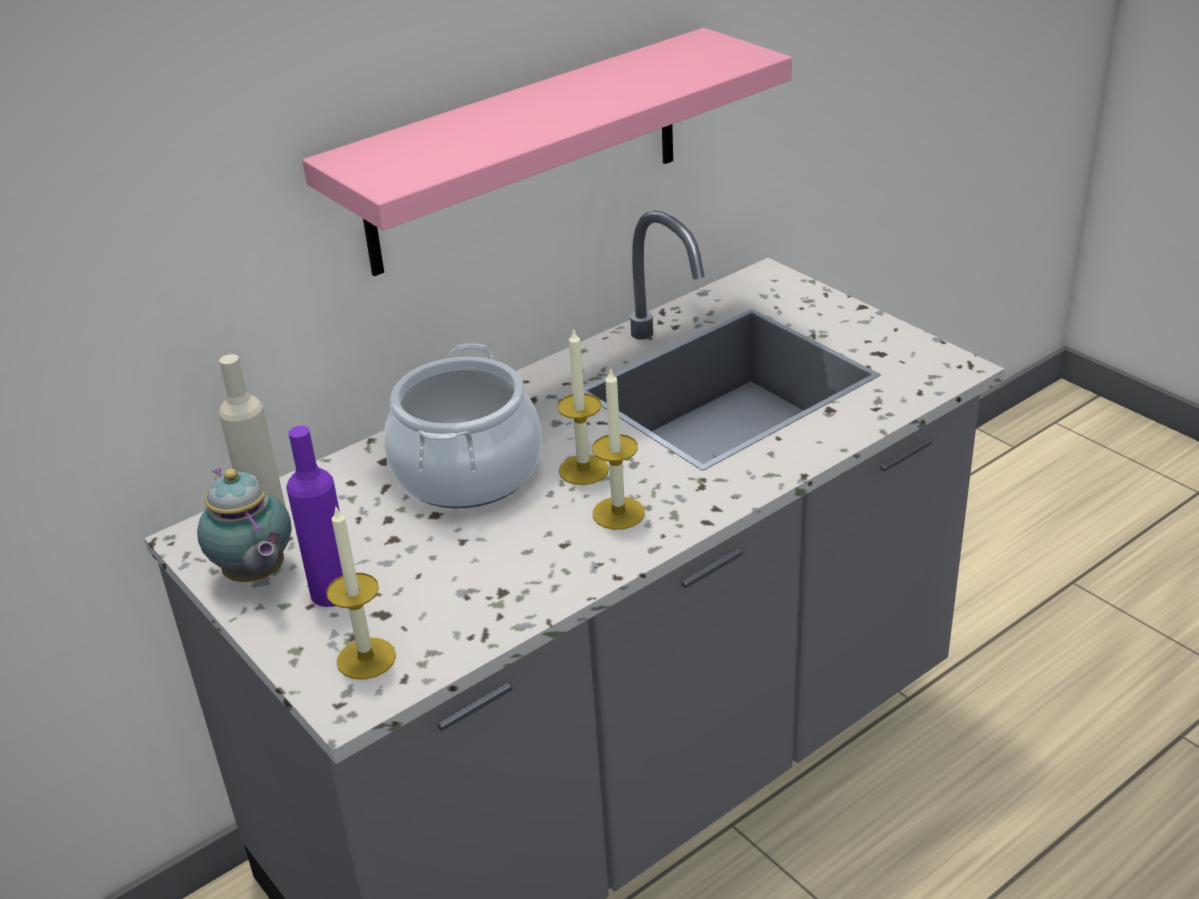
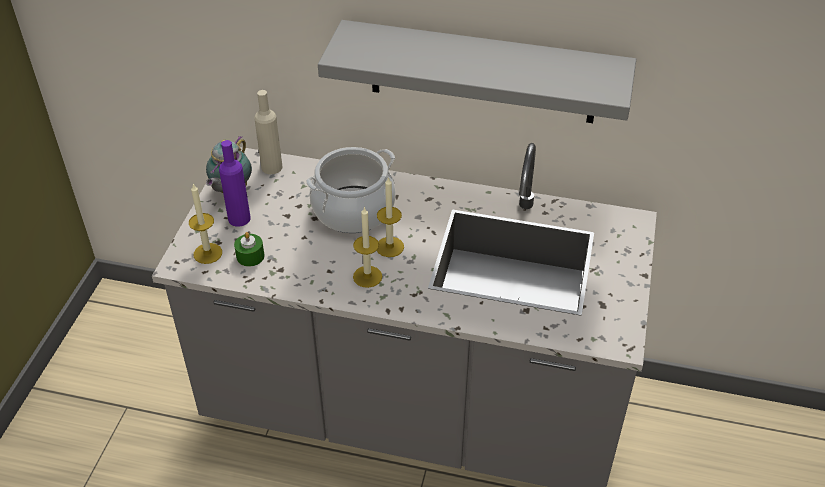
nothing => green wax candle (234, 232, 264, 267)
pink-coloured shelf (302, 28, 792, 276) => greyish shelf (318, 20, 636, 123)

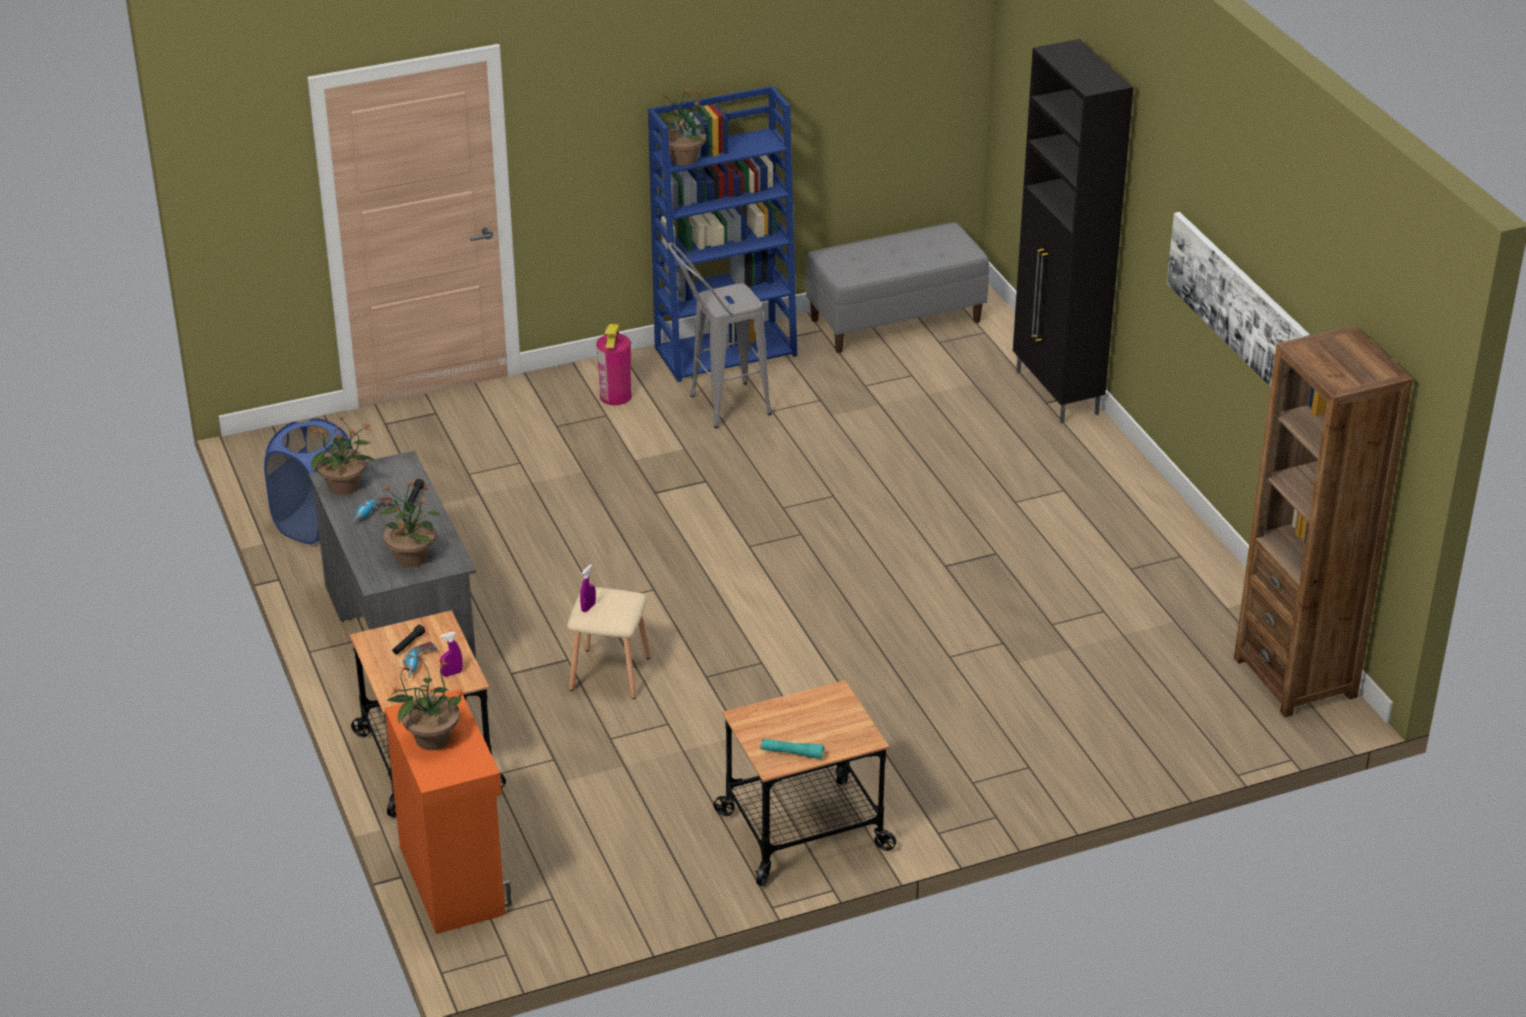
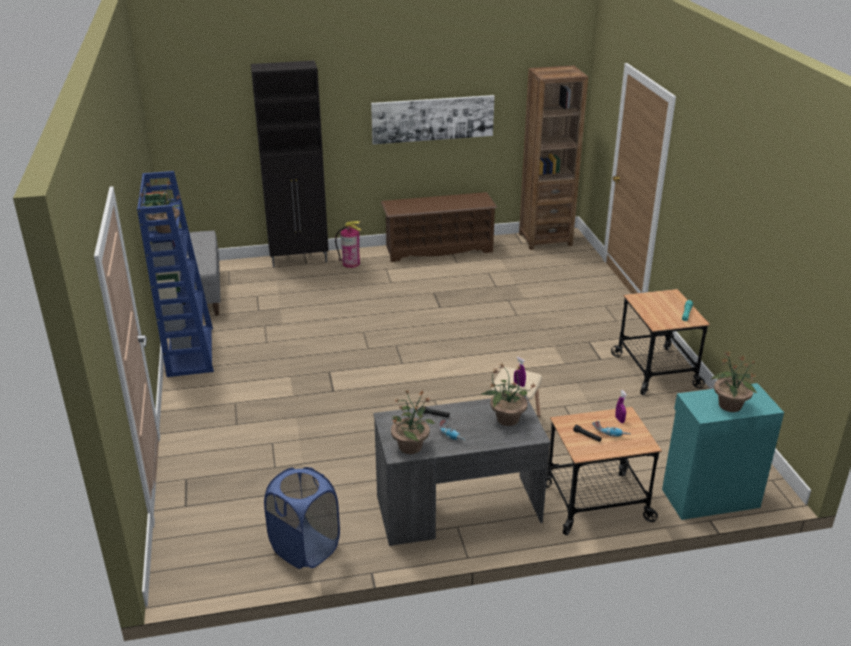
extinguisher (596, 324, 632, 405) => extinguisher (335, 221, 362, 268), move
nothing => brownish shoe shelf (381, 192, 497, 262)
orange-coloured cupboard (384, 689, 512, 934) => turquoise cupboard (662, 383, 784, 520)
greyish stool seat (668, 243, 772, 428) => nothing

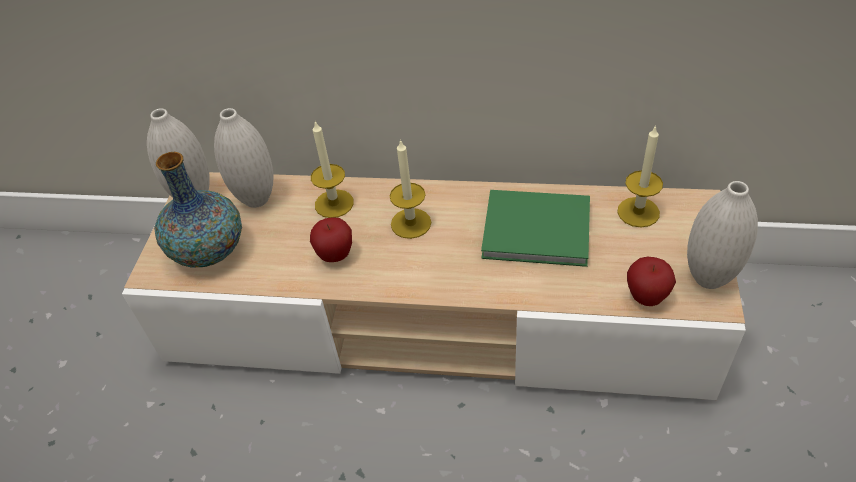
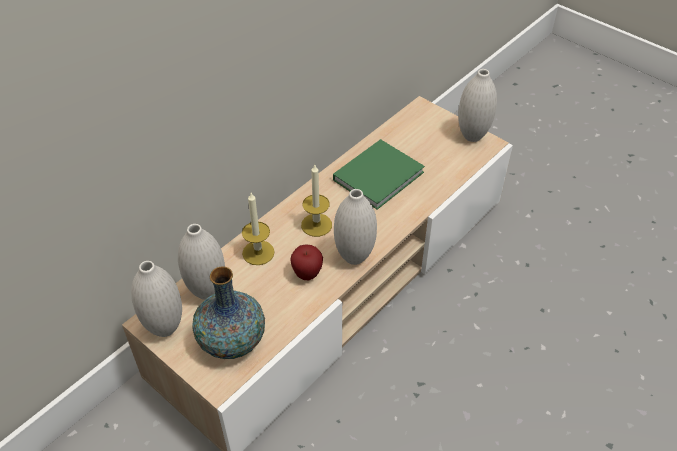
nothing => whitish vase (334, 189, 377, 265)
wax candle (617, 125, 663, 228) => nothing
apple (627, 257, 676, 306) => nothing

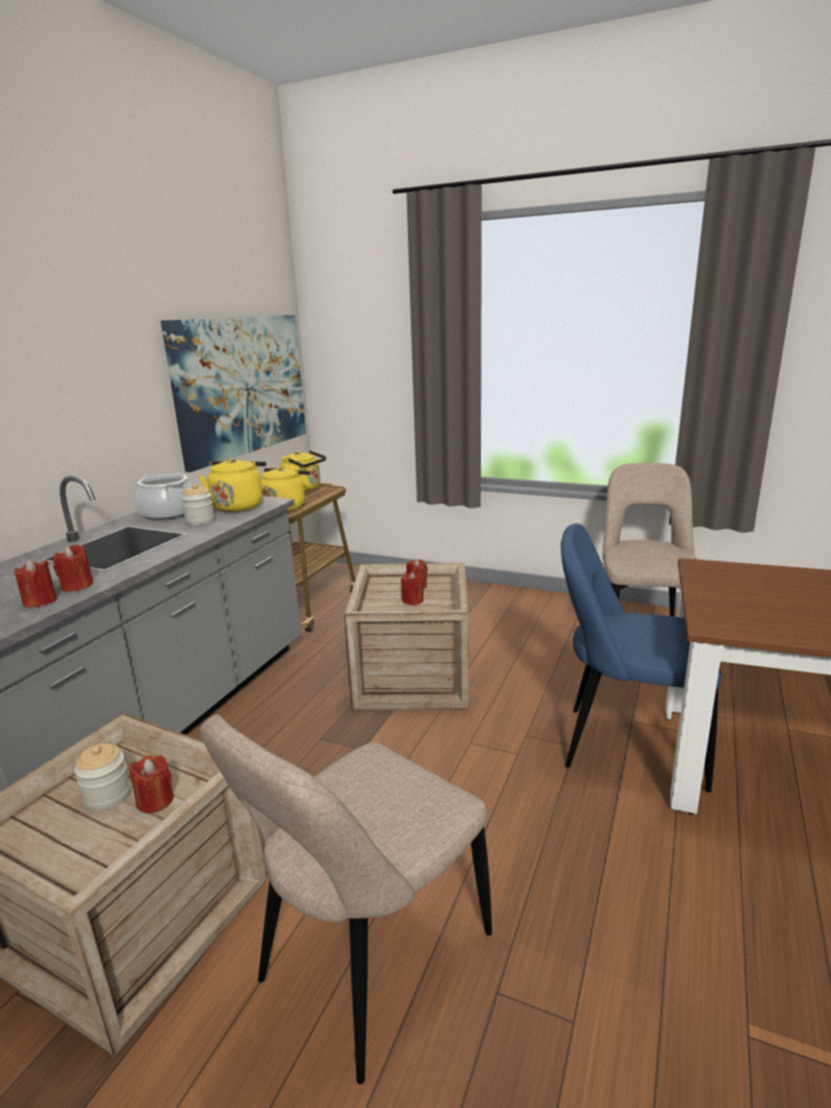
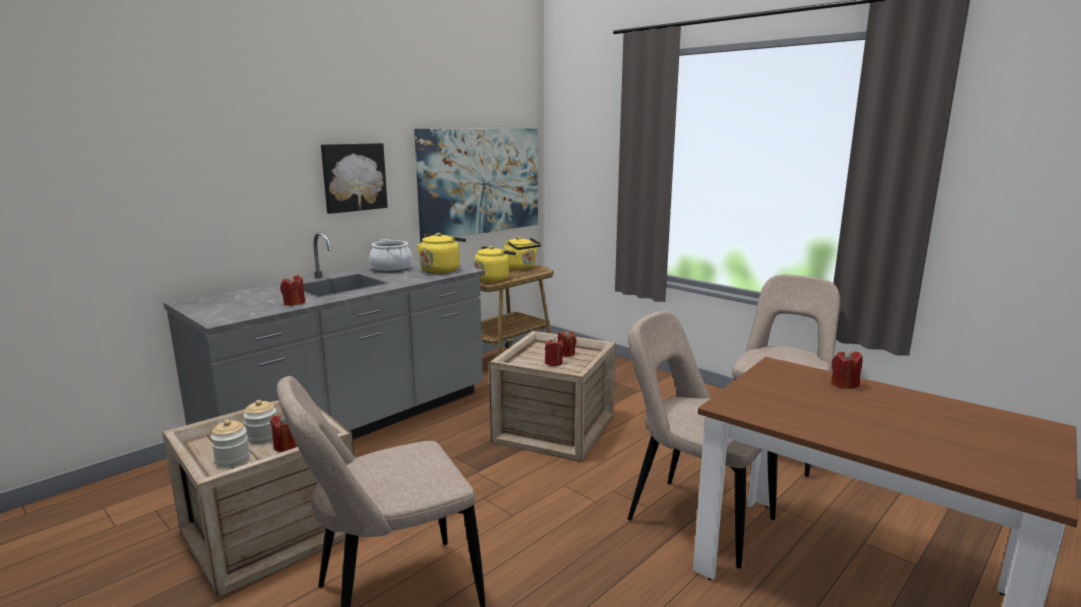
jar (181, 483, 215, 525) => jar (211, 419, 250, 467), move
nothing => wall art (321, 143, 388, 214)
blue plain chair (561, 523, 721, 792) => beige-coloured plain chair (628, 311, 778, 568)
reddish wax candle (14, 559, 57, 608) => reddish wax candle (831, 349, 862, 389), move

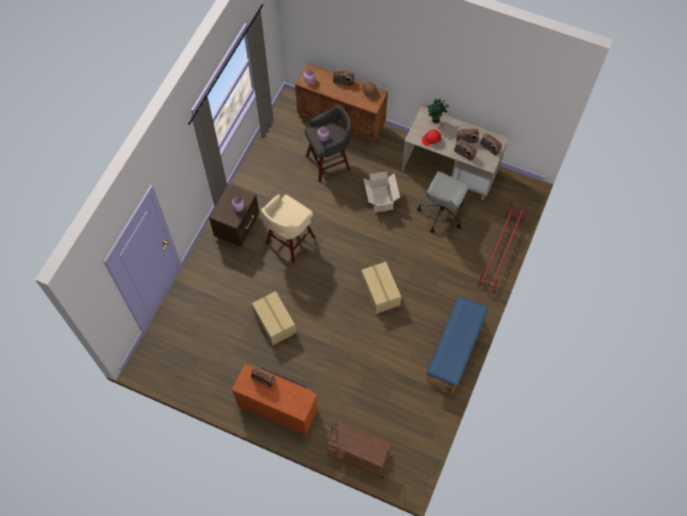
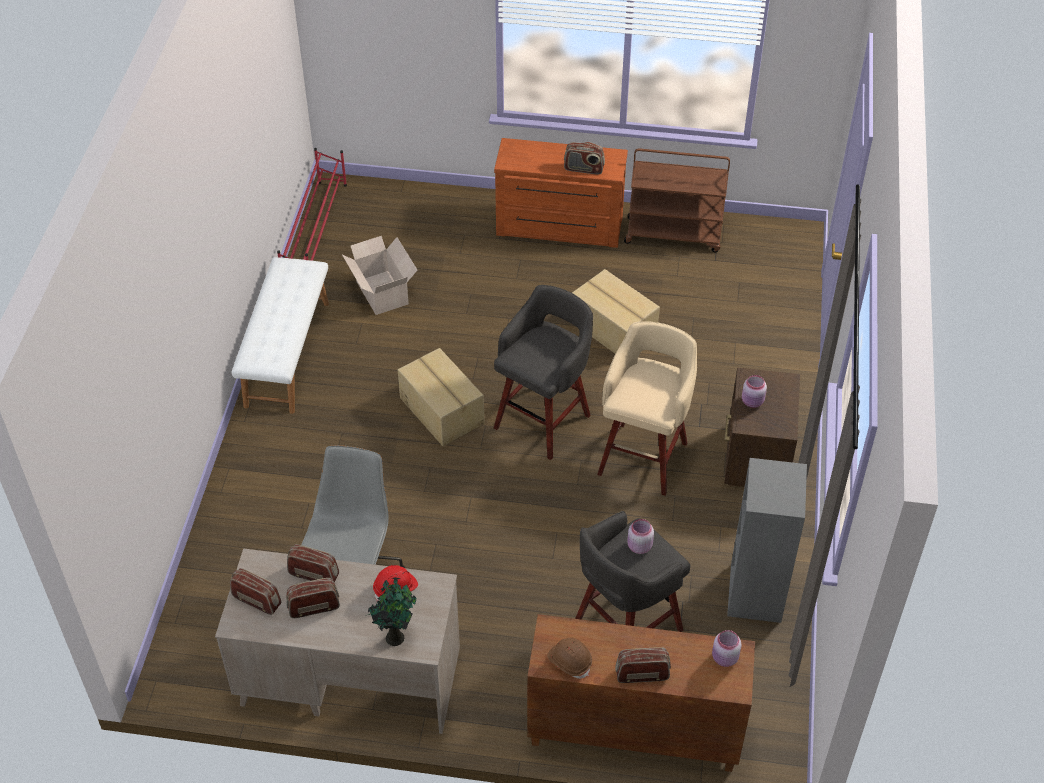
blue indoor bench (427, 296, 489, 393) => whitish indoor bench (232, 257, 329, 414)
reddish shoe shelf (478, 203, 527, 293) => reddish shoe shelf (277, 148, 347, 261), move
cardboard box (363, 171, 400, 212) => cardboard box (342, 236, 417, 315), move
nothing => greyish stool seat (494, 285, 593, 460)
brownish cart (327, 421, 392, 479) => brownish cart (624, 148, 730, 252), move
nothing => greyish bookcase (727, 458, 807, 623)

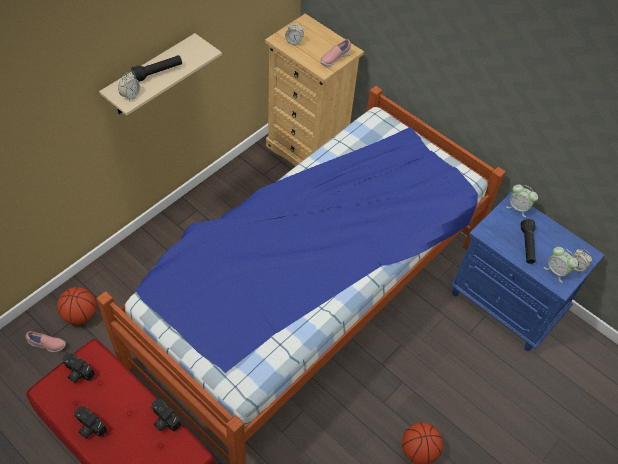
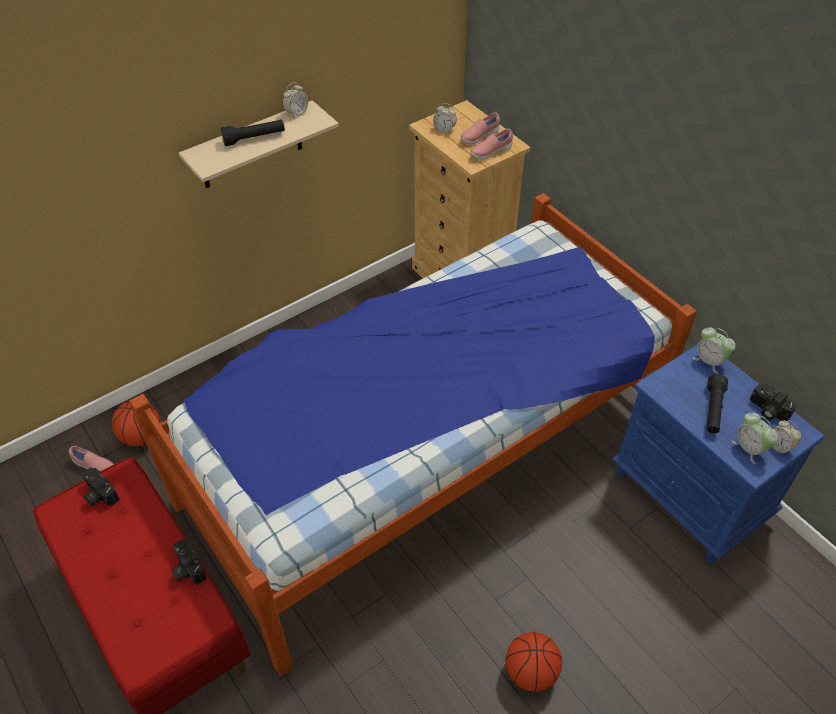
bedside clock (118, 72, 140, 102) => bedside clock (282, 82, 308, 117), move
nothing => pink-coloured item of footwear (460, 112, 500, 145)
still camera (74, 406, 107, 439) => still camera (750, 383, 797, 421), move

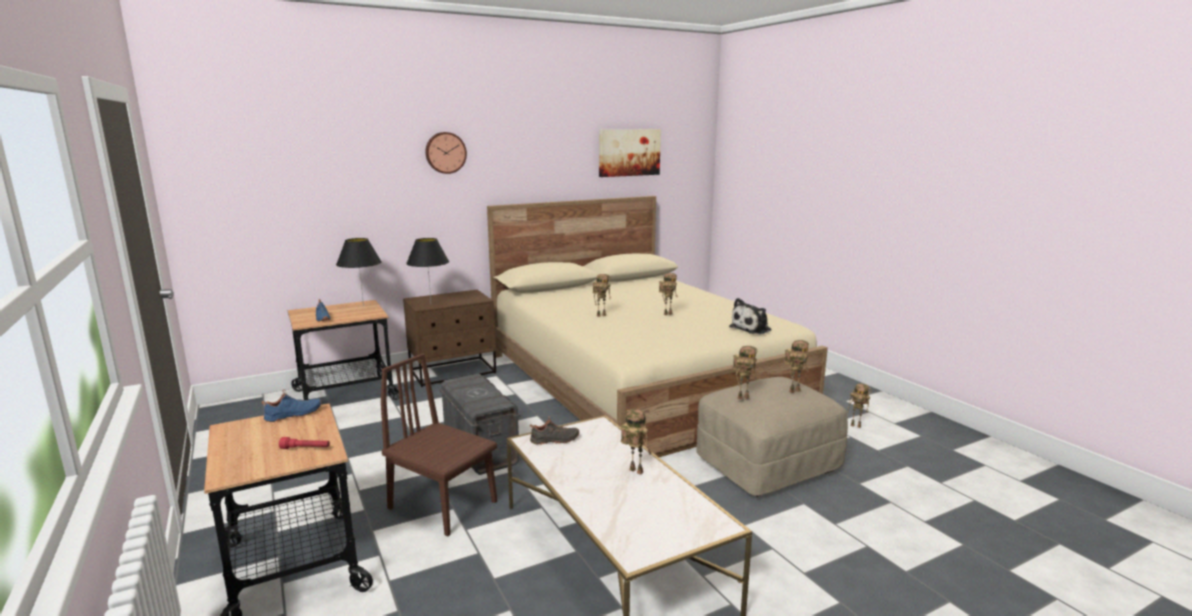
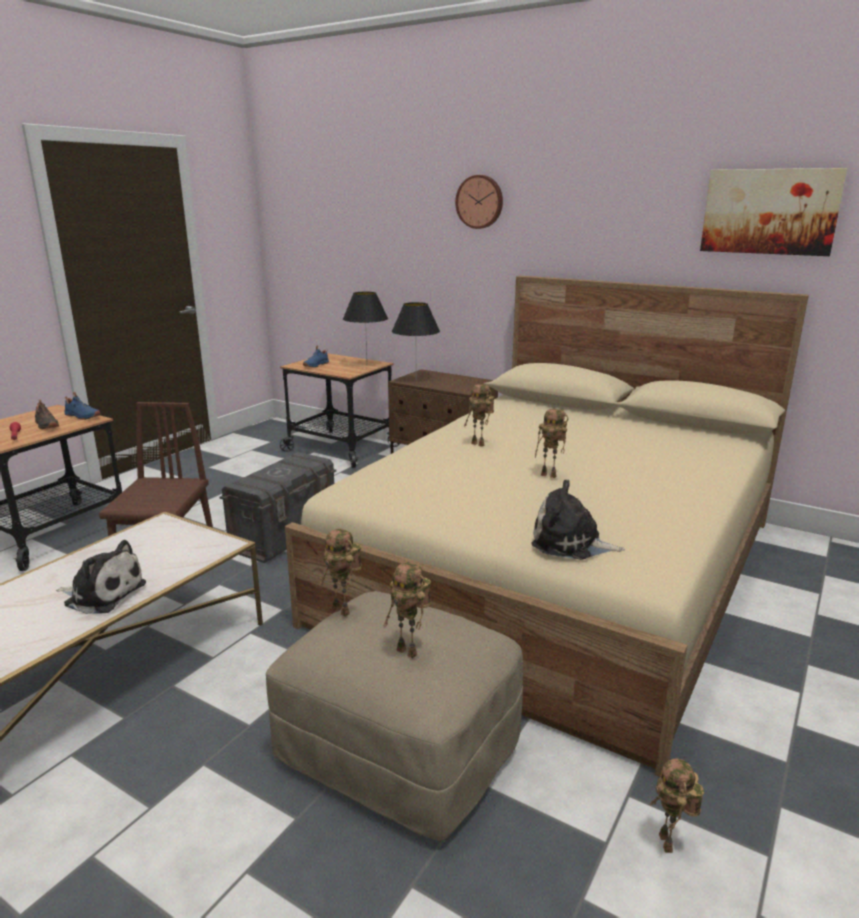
black-coloured item of footwear (530, 416, 579, 445) => black-coloured item of footwear (35, 399, 59, 429), move
model robot (621, 409, 651, 475) => soft toy (56, 540, 146, 614)

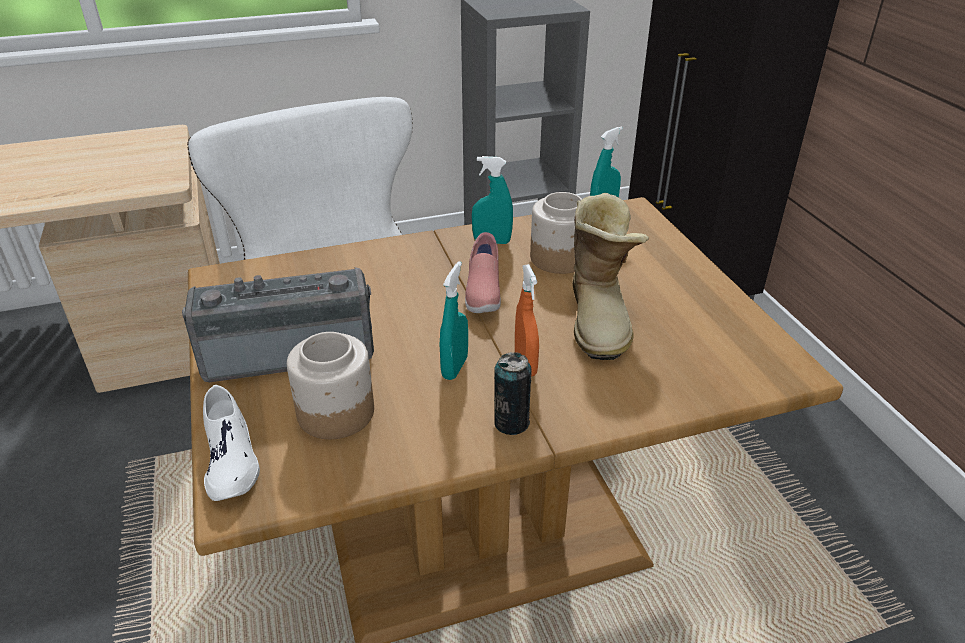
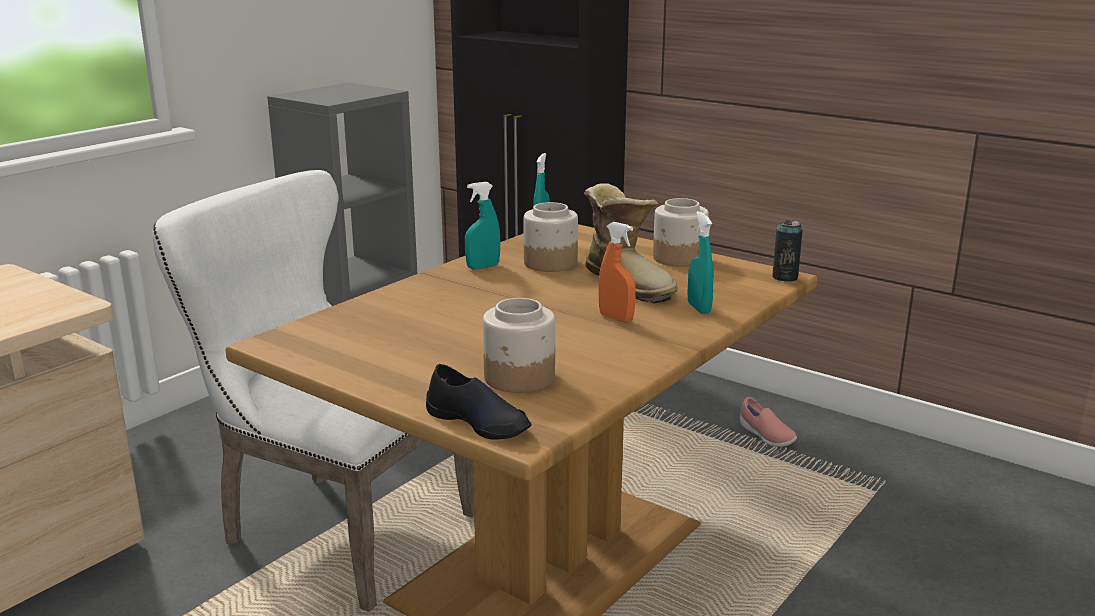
whitish item of footwear (203, 385, 260, 501) => black-coloured item of footwear (426, 364, 531, 440)
nothing => jar (653, 198, 709, 267)
turquoise hand sprayer (440, 261, 468, 380) => turquoise hand sprayer (687, 211, 714, 314), move
pink-coloured item of footwear (465, 232, 501, 313) => pink-coloured item of footwear (740, 397, 797, 447), move
metal can (494, 352, 532, 435) => metal can (772, 220, 802, 282), move
radio (182, 267, 374, 382) => nothing

